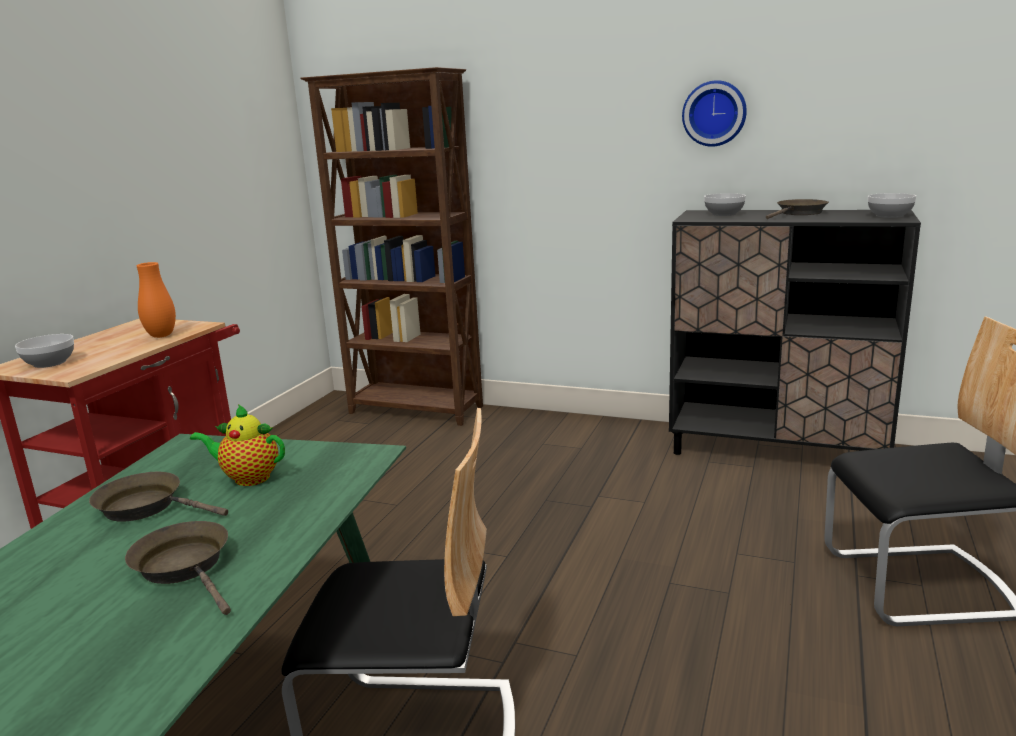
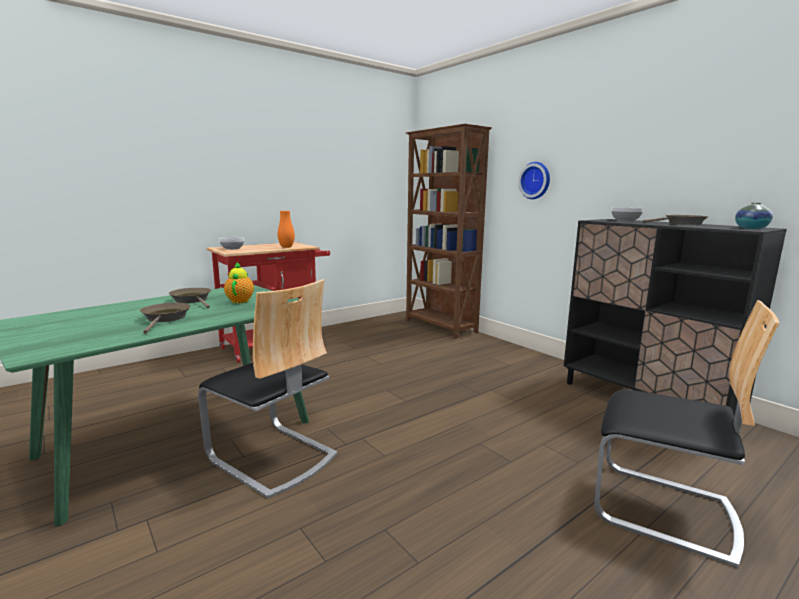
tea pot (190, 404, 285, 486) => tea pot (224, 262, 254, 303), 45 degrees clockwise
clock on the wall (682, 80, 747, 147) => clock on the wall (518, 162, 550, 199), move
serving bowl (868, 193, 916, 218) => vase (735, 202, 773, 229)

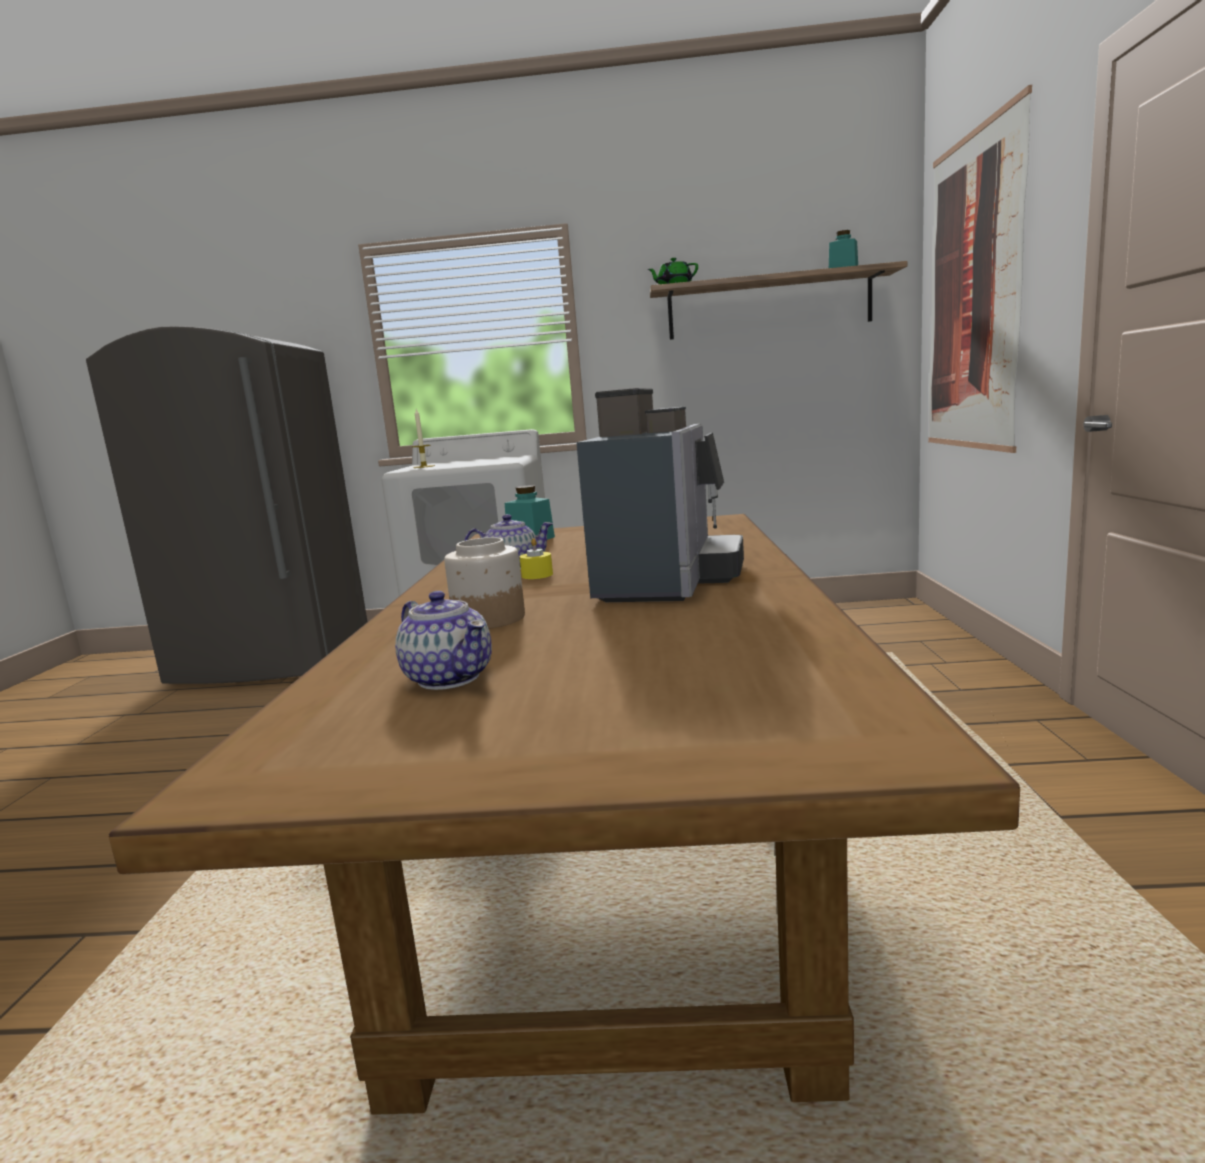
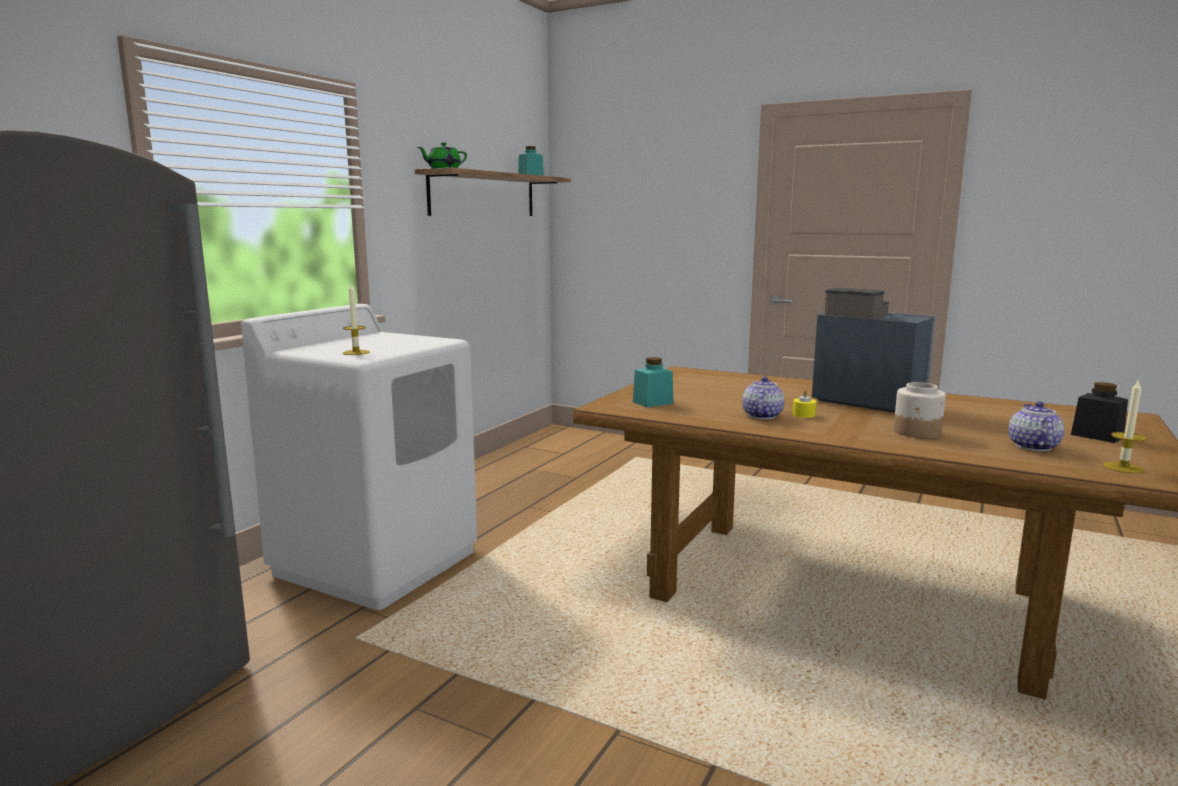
tea pot (395, 591, 492, 690) => tea pot (1008, 401, 1064, 451), 60 degrees counterclockwise
nothing => black-coloured jar (1071, 382, 1128, 443)
nothing => wax candle (1103, 379, 1147, 474)
wall art (928, 85, 1032, 453) => nothing

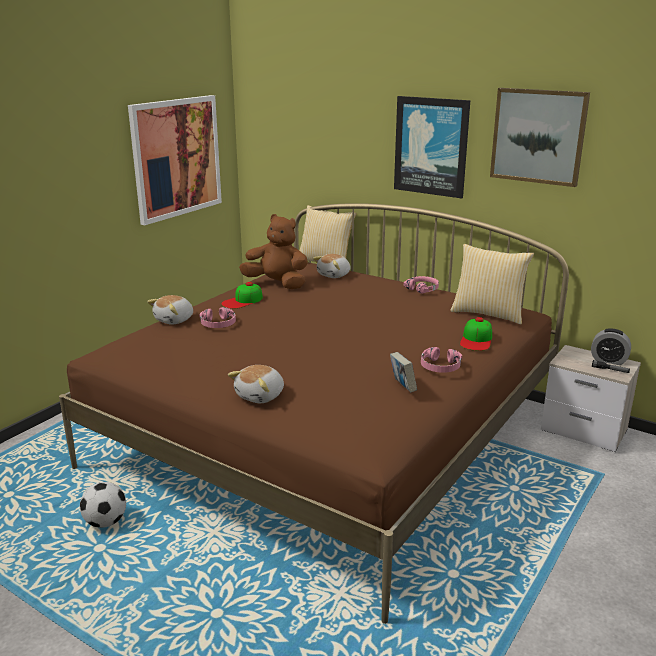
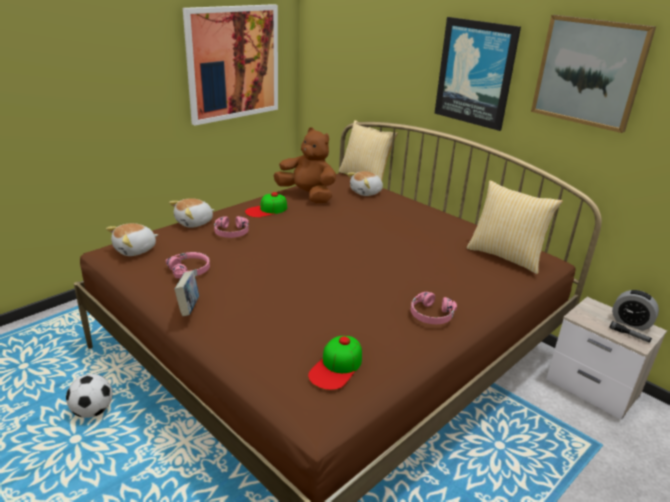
soft toy (228, 365, 284, 403) => soft toy (106, 223, 158, 256), move
pink-coloured pair of headphones (404, 276, 439, 293) => pink-coloured pair of headphones (166, 252, 210, 278), move
bound book (390, 352, 417, 393) => bound book (174, 271, 199, 316), move
peaked cap (460, 317, 492, 351) => peaked cap (308, 336, 362, 390), move

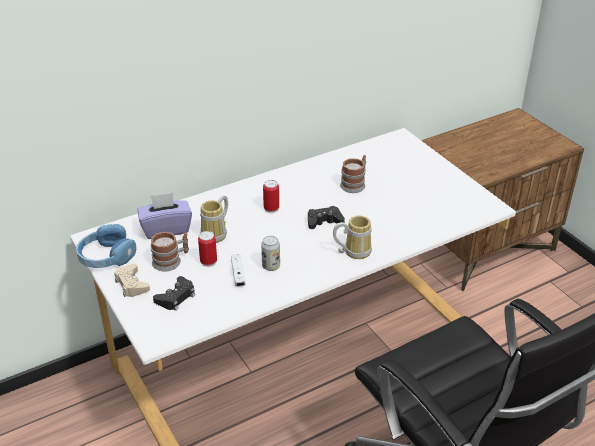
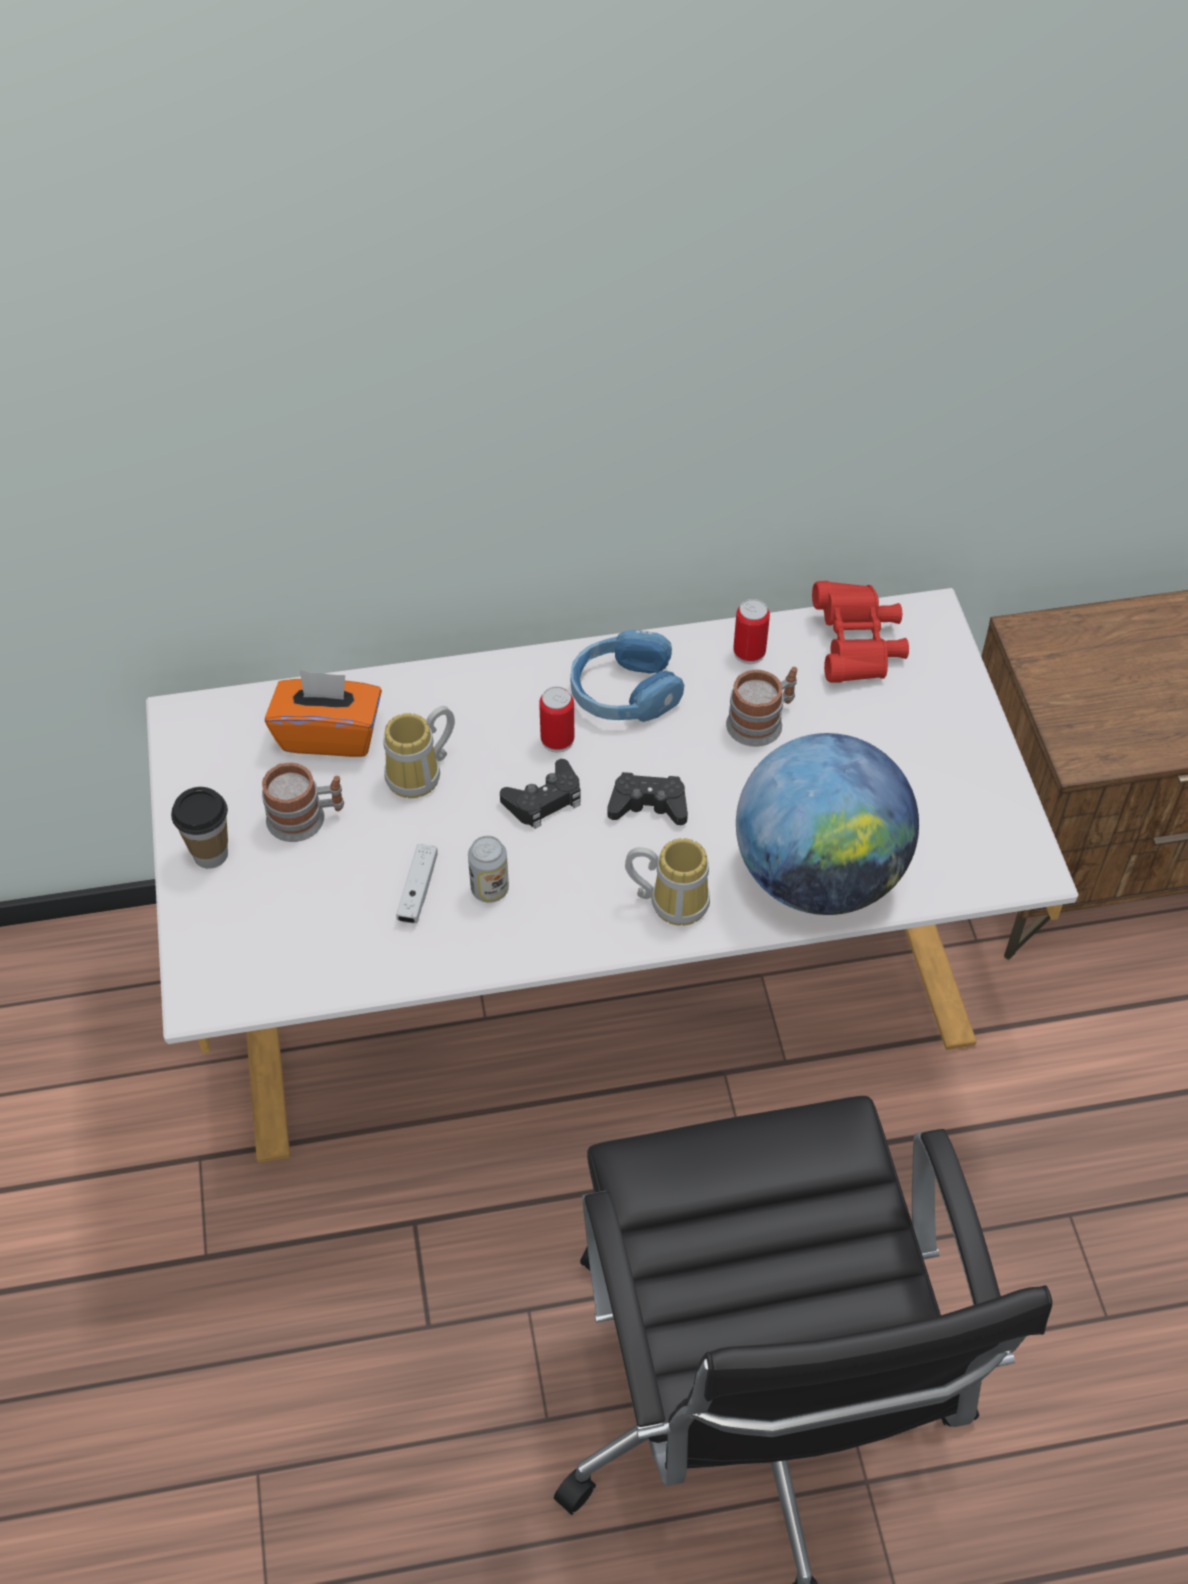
beige-coloured gamepad (114, 264, 150, 297) => cup (171, 787, 228, 869)
purple-coloured tissue holder (137, 193, 192, 239) => orange-coloured tissue holder (265, 670, 382, 757)
black-coloured gamepad (153, 276, 195, 311) => black-coloured gamepad (500, 759, 581, 829), move
blue pair of headphones (76, 224, 136, 268) => blue pair of headphones (570, 630, 684, 722), move
metal can (198, 231, 217, 267) => metal can (733, 599, 770, 664), move
nothing => desk globe (736, 733, 919, 915)
nothing => reddish binoculars (812, 581, 909, 683)

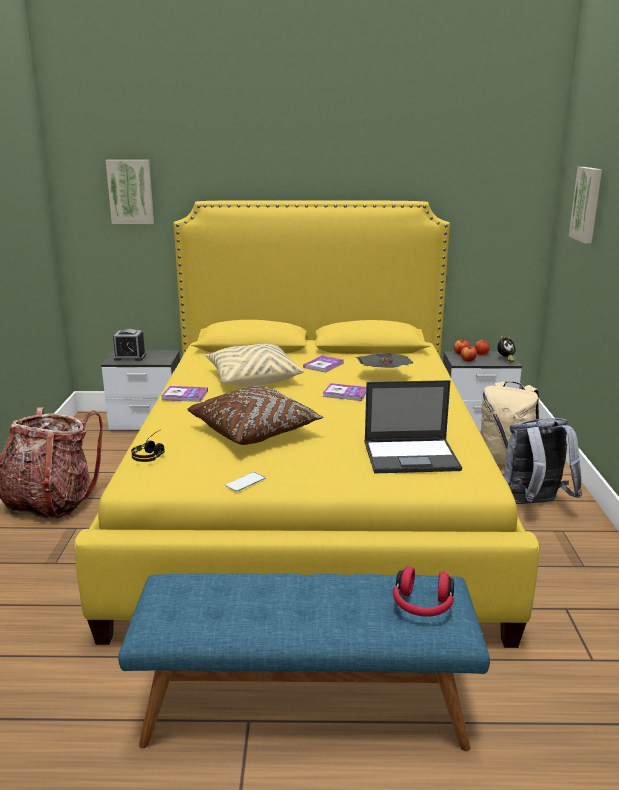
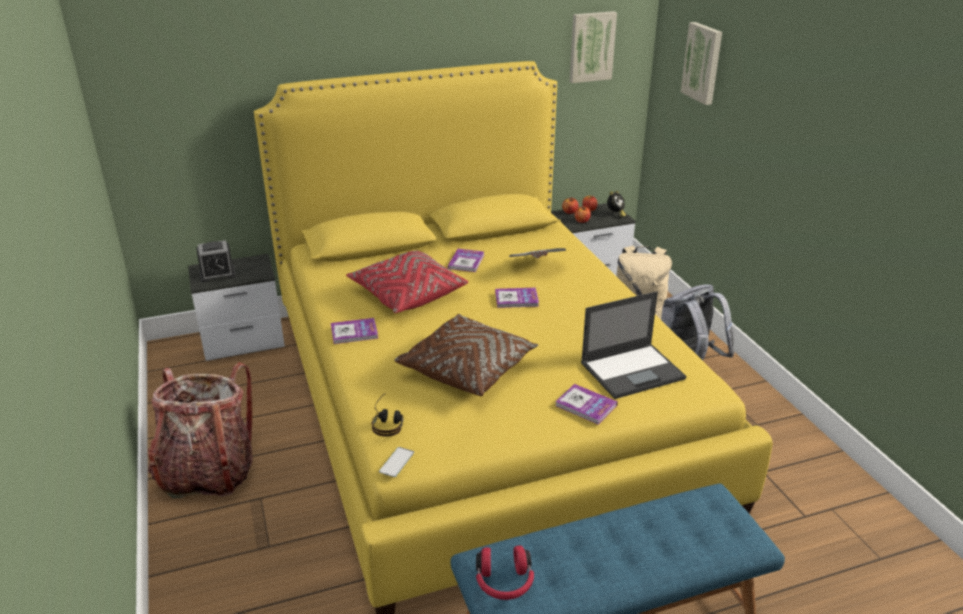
beige-coloured throw pillow (205, 344, 304, 386) => reddish throw pillow (346, 250, 468, 313)
handset (225, 472, 266, 492) => handset (379, 447, 414, 477), move
reddish pair of headphones (393, 566, 454, 617) => reddish pair of headphones (476, 546, 534, 600), move
nothing => bound book (555, 384, 618, 425)
wall art (106, 160, 154, 224) => wall art (570, 11, 617, 83), move

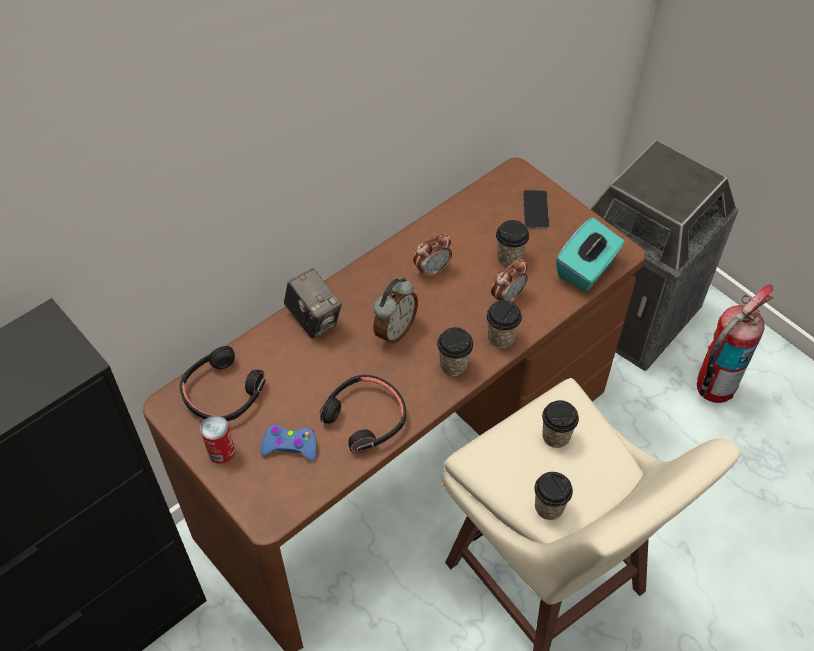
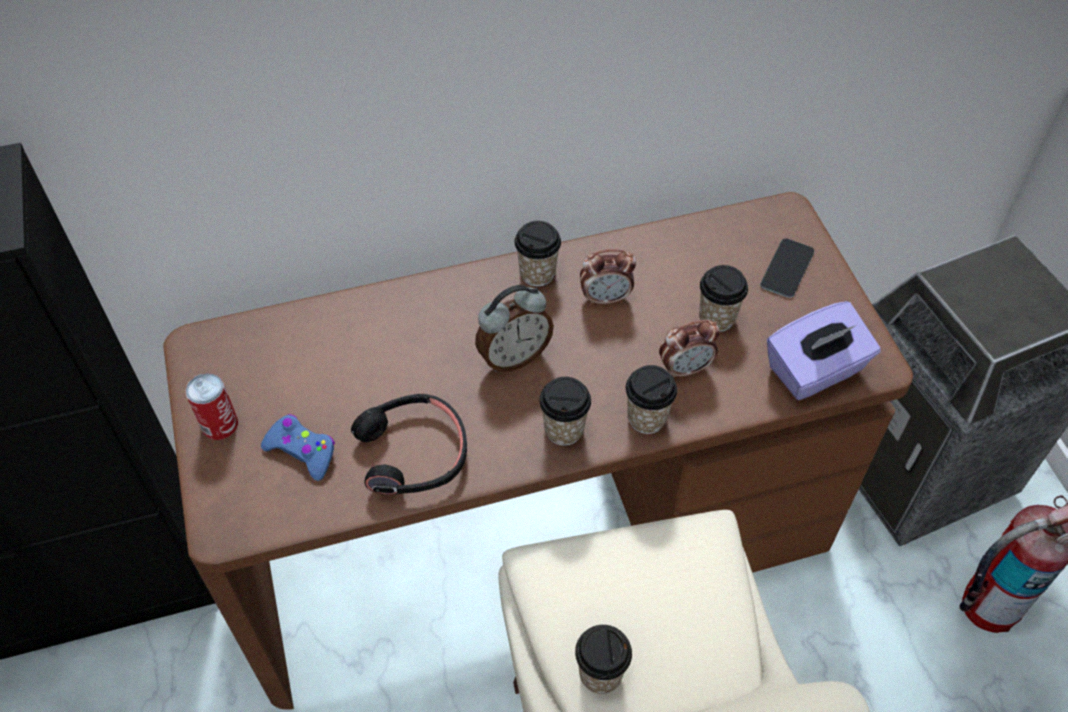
cup (542, 400, 579, 448) => cup (514, 221, 561, 287), move
turquoise tissue holder (556, 217, 624, 291) => purple-coloured tissue holder (767, 301, 881, 400)
black-coloured pair of headphones (180, 346, 266, 421) => nothing
still camera (284, 268, 342, 339) => nothing

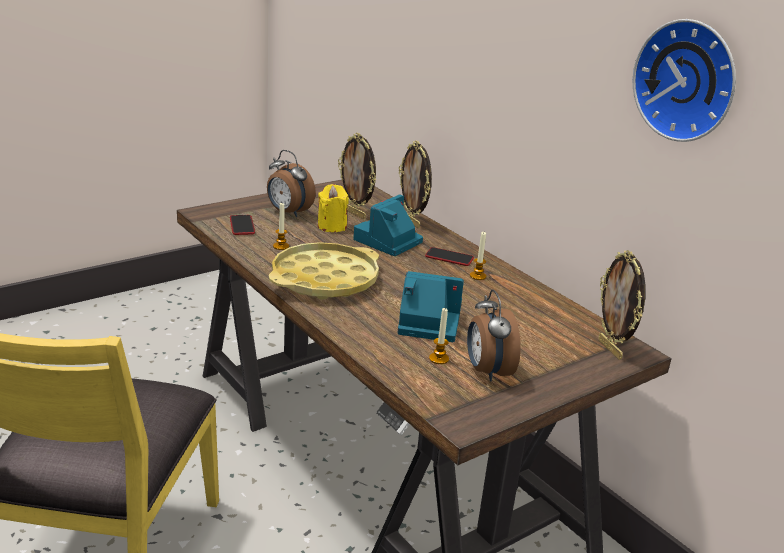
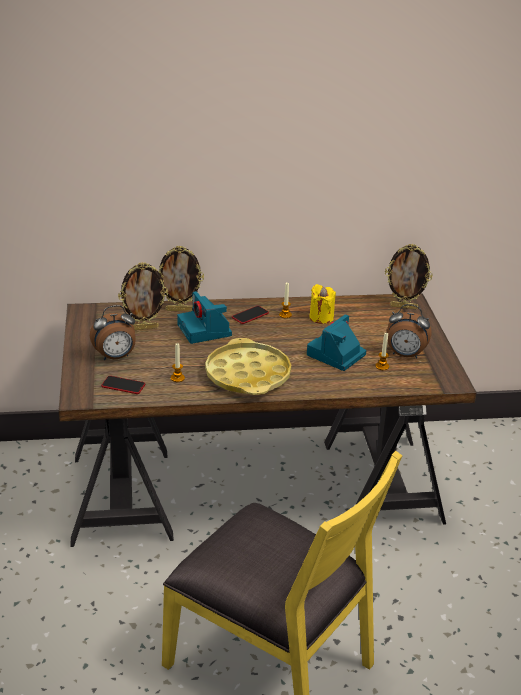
yellow wax candle (318, 184, 349, 232) => yellow wax candle (310, 284, 336, 324), move
clock on the wall (633, 19, 736, 142) => nothing

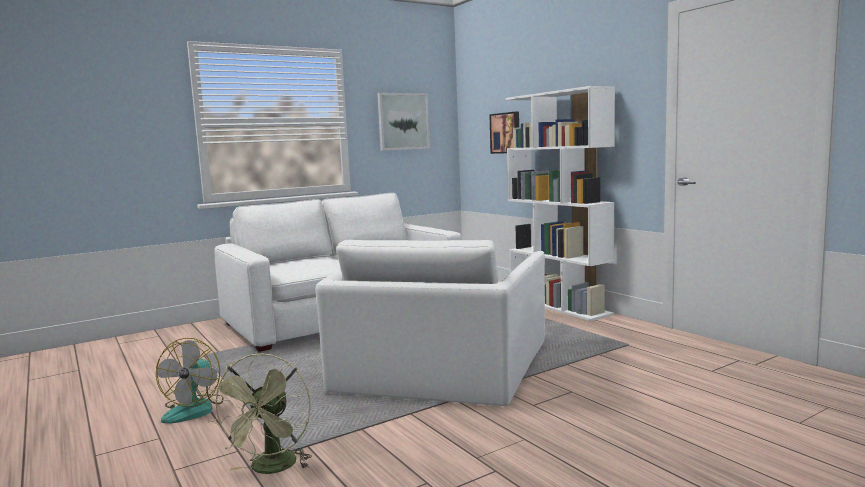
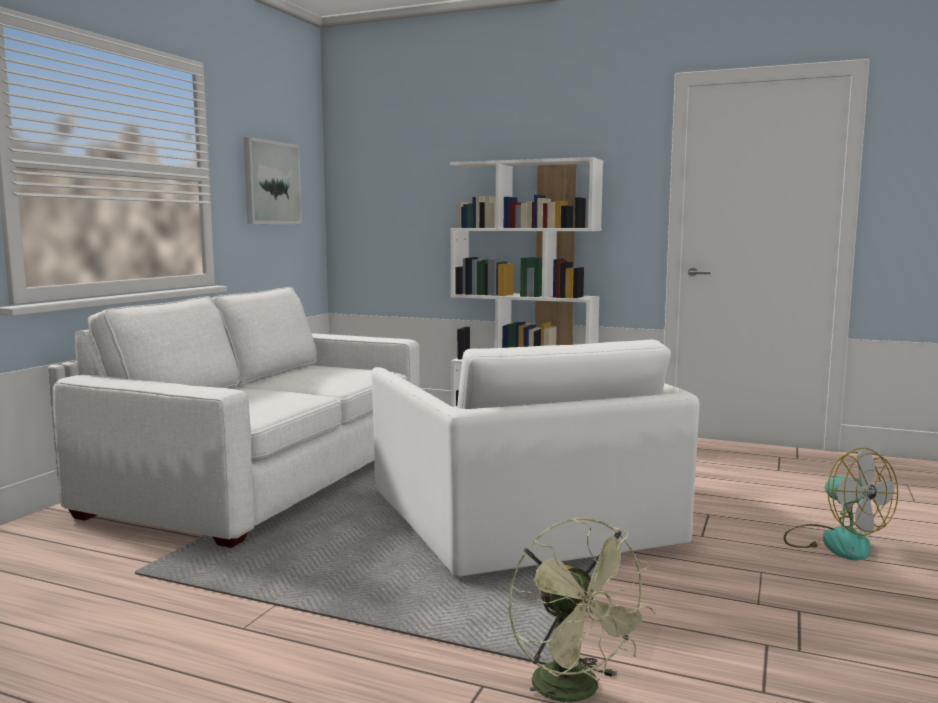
fan (156, 338, 224, 424) => fan (784, 448, 898, 561), move
wall art (489, 112, 519, 154) => nothing

